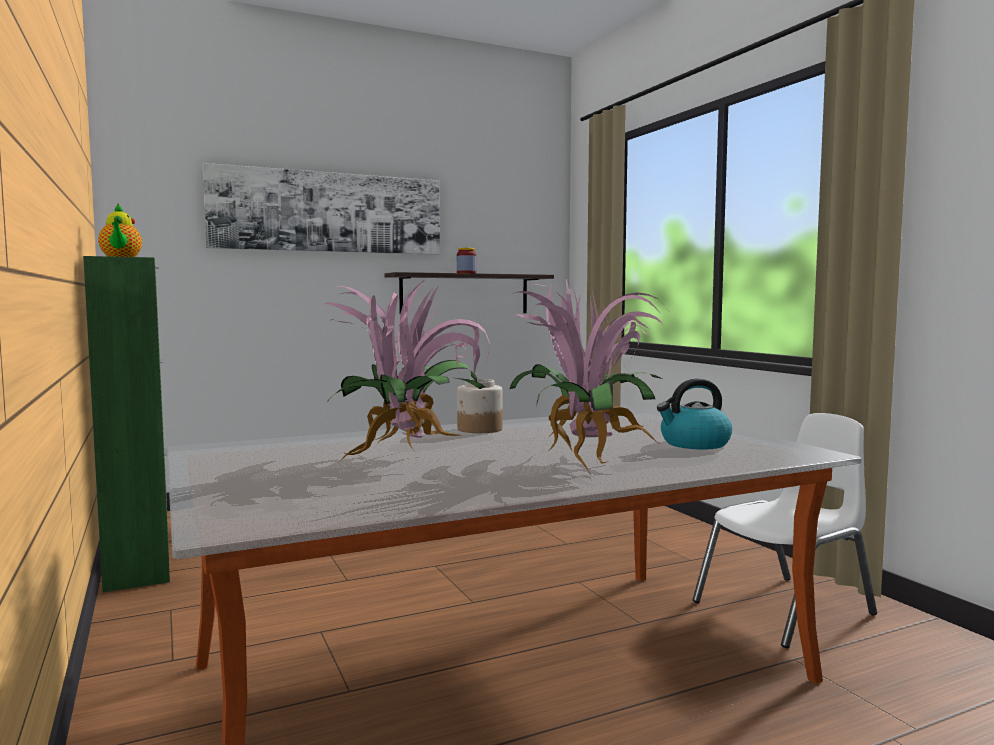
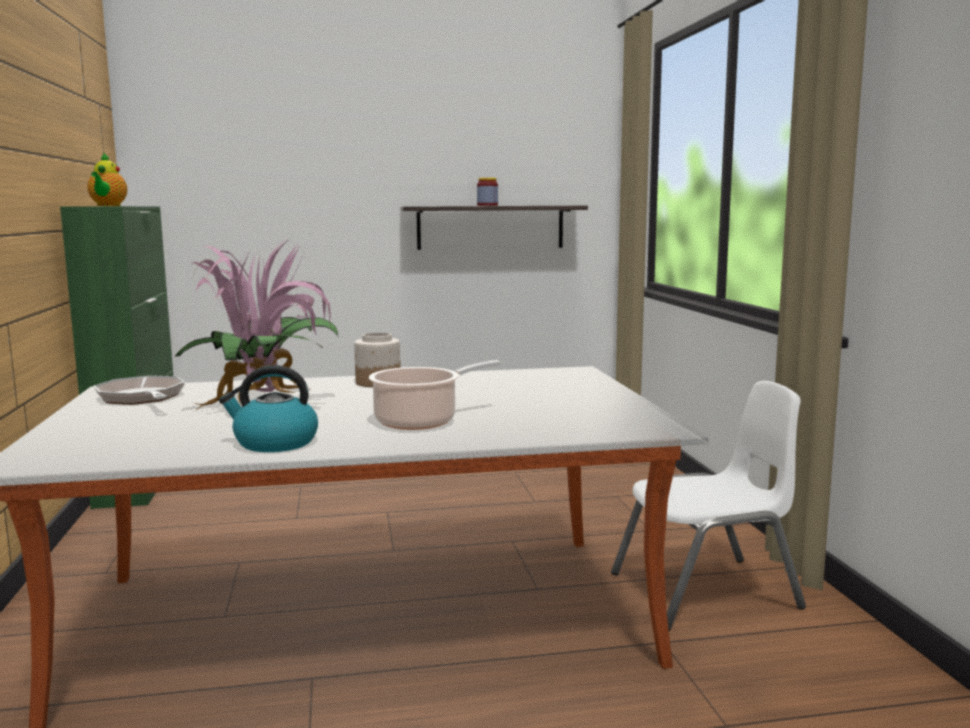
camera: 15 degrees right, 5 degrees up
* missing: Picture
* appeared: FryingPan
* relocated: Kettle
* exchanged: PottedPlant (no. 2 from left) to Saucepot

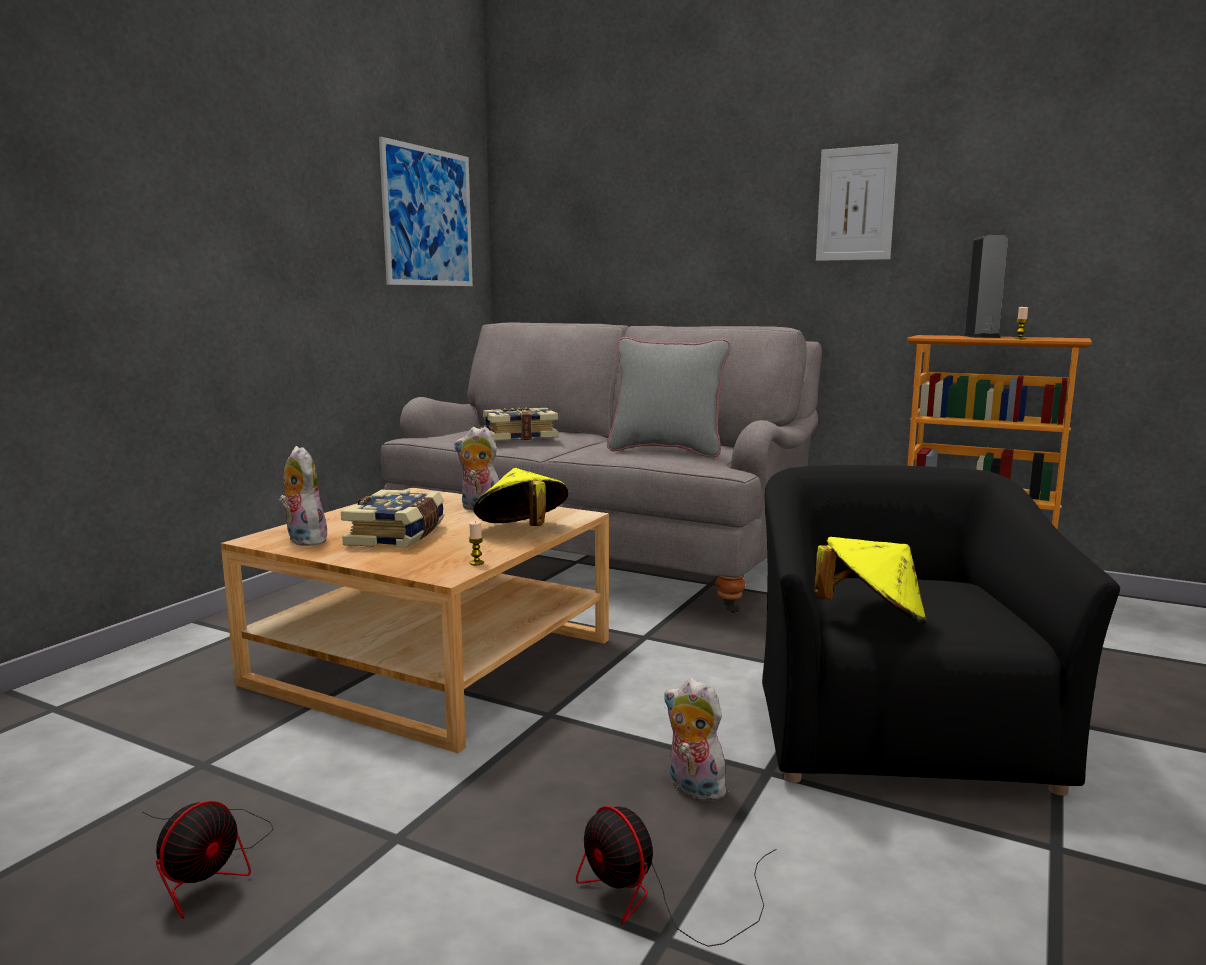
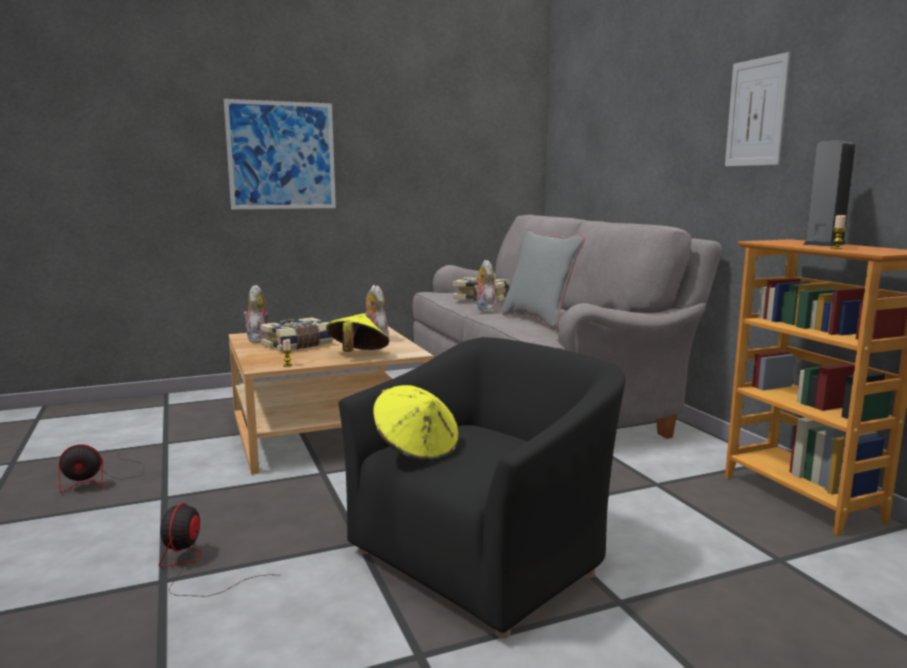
camera: 40 degrees right, 0 degrees up
* relocated: Picture (no. 1 from left)
* relocated: CuddlyToy (no. 3 from left)

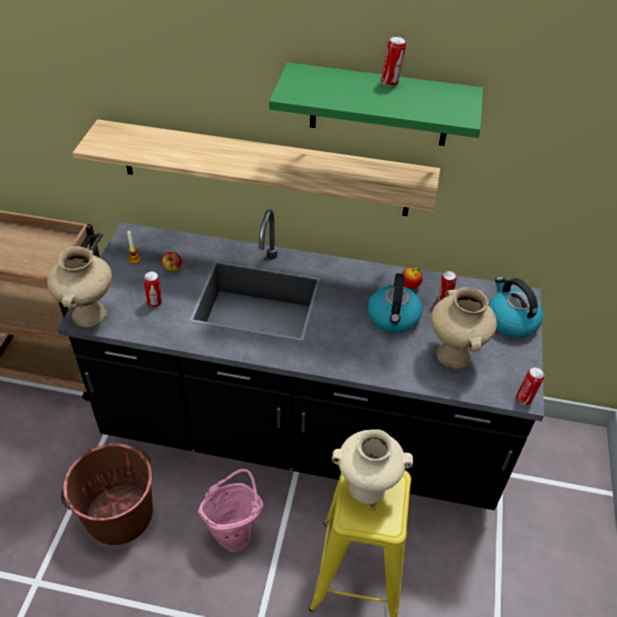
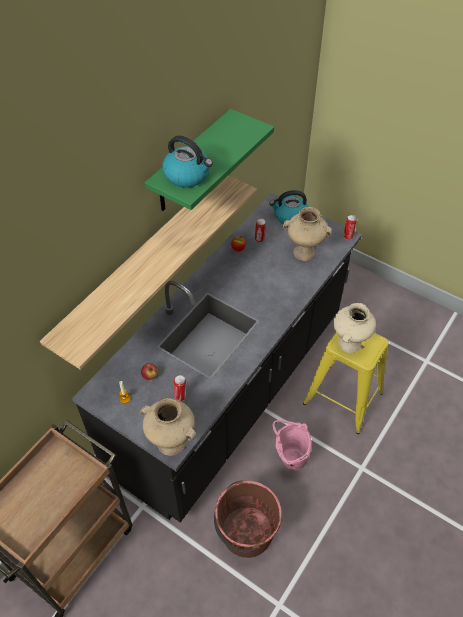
camera: 65 degrees left, 5 degrees up
* missing: MetalCan (no. 2 from left)
* relocated: Kettle (no. 1 from left)

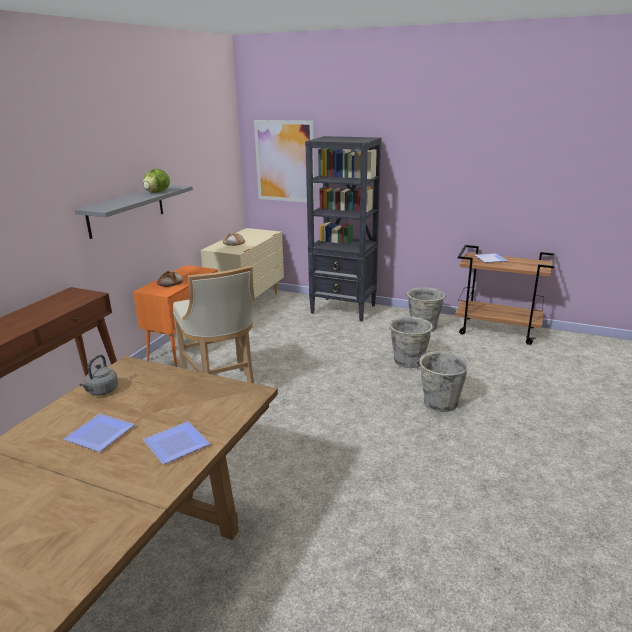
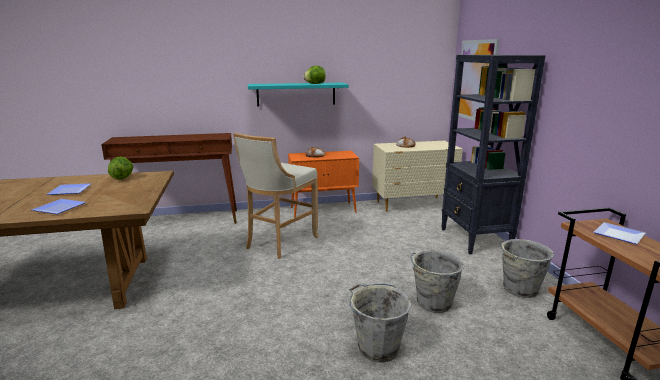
camera: 55 degrees right, 5 degrees down
* exchanged: GreyishKettle to Lettuce (no. 1 from left)
* colour: GreyishWallShelf to BlueGreenWallShelf

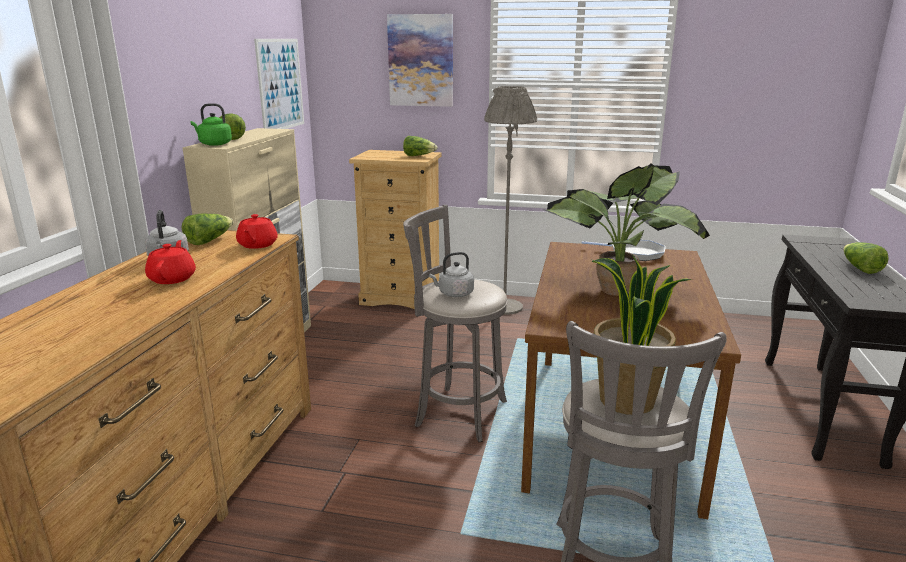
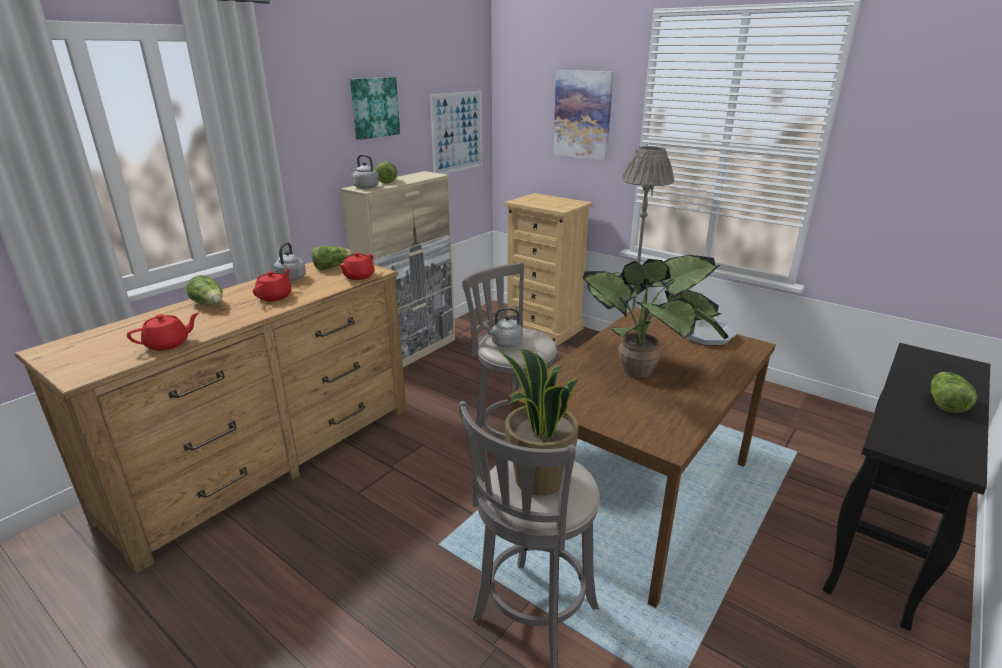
camera: 25 degrees right, 5 degrees up
* appeared: RedTeaPot (no. 1 from left)
* appeared: Picture (no. 1 from left)
* relocated: Lettuce (no. 3 from left in the first image) to Lettuce (no. 1 from left)
* colour: GreenKettle to GreyishKettle (no. 2 from left)

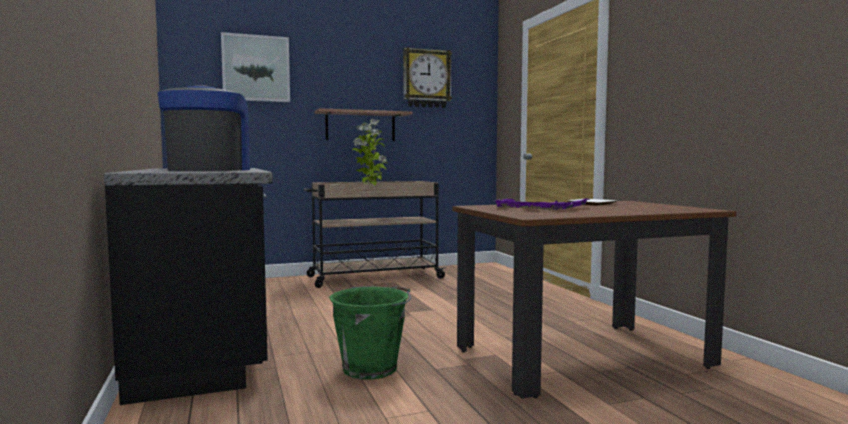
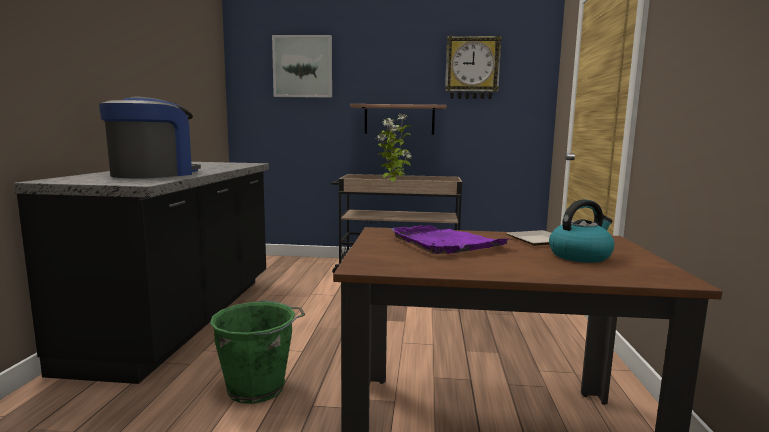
camera: 25 degrees right, 5 degrees up
* appeared: Kettle

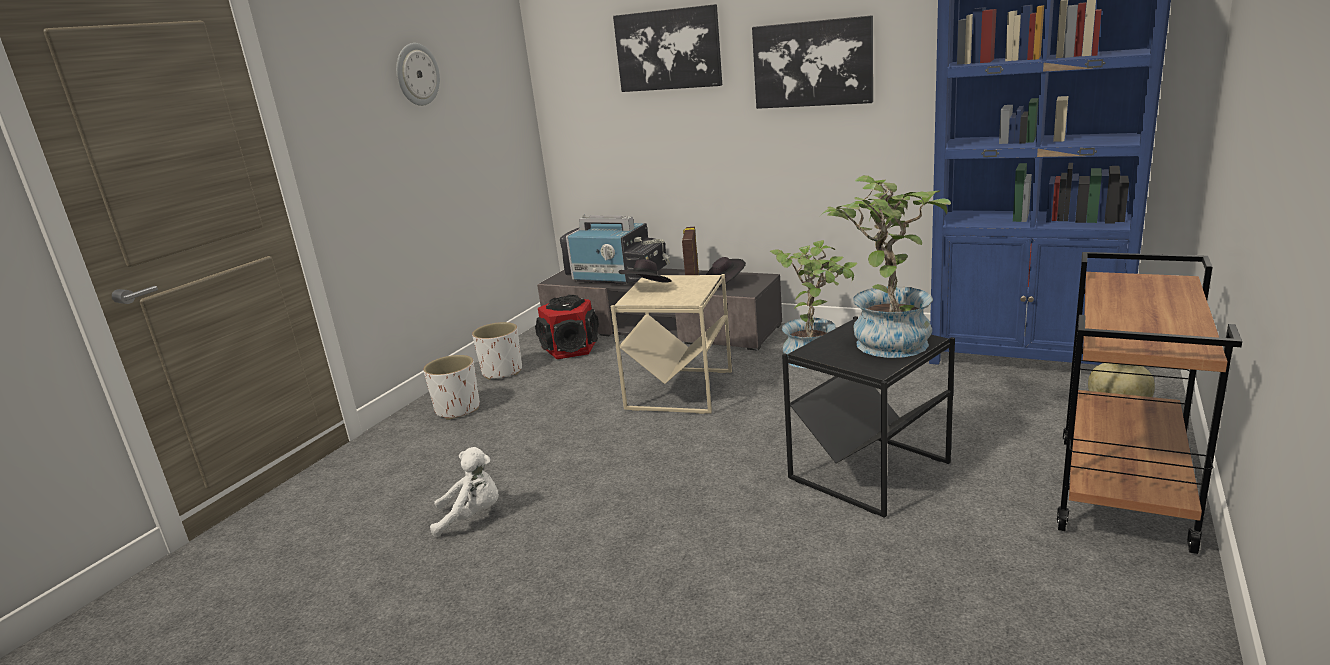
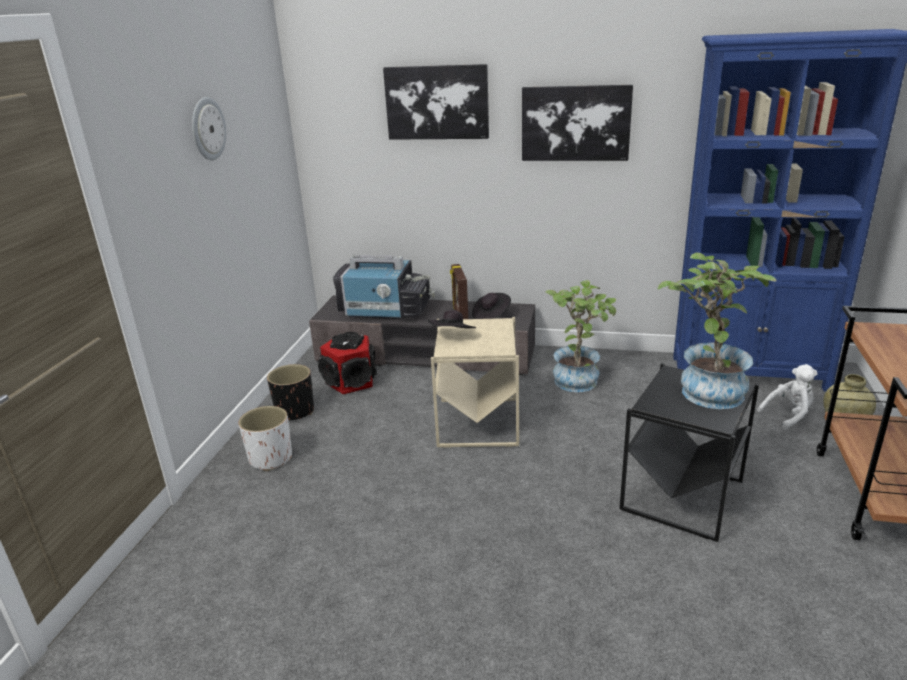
camera: 15 degrees left, 5 degrees up
* relocated: WhiteColouredCuddlyToy
* colour: WhiteColouredFlowerPot (no. 2 from left) to BlackFlowerPot

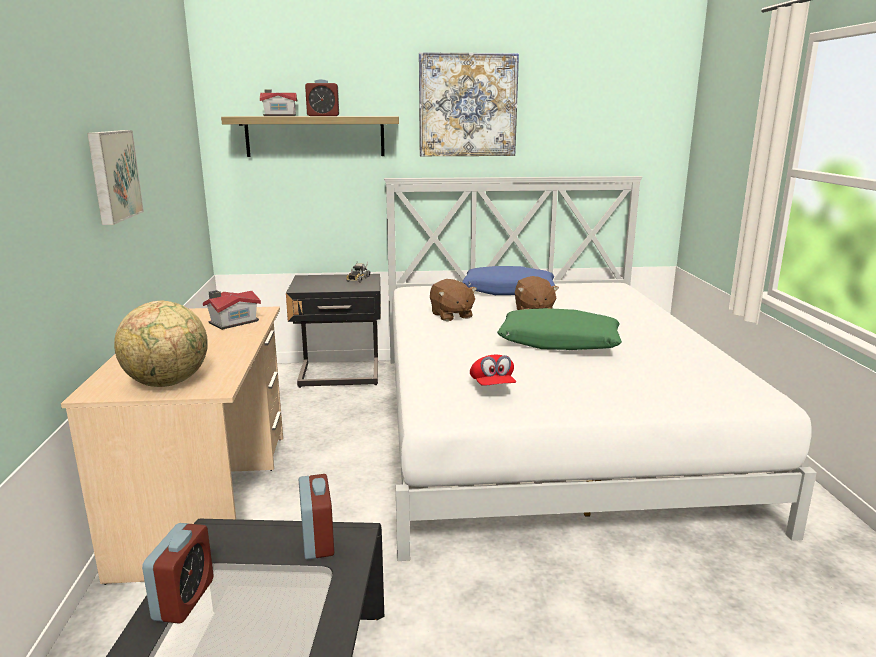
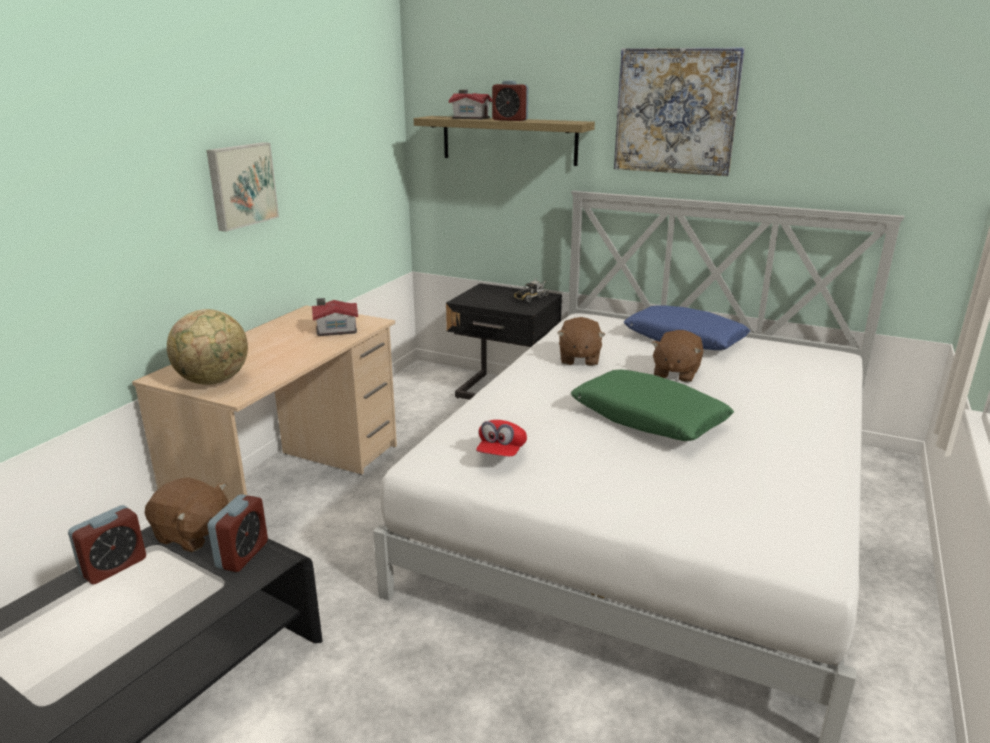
camera: 30 degrees right, 5 degrees up
* appeared: BrownCuddlyToy (no. 1 from left)

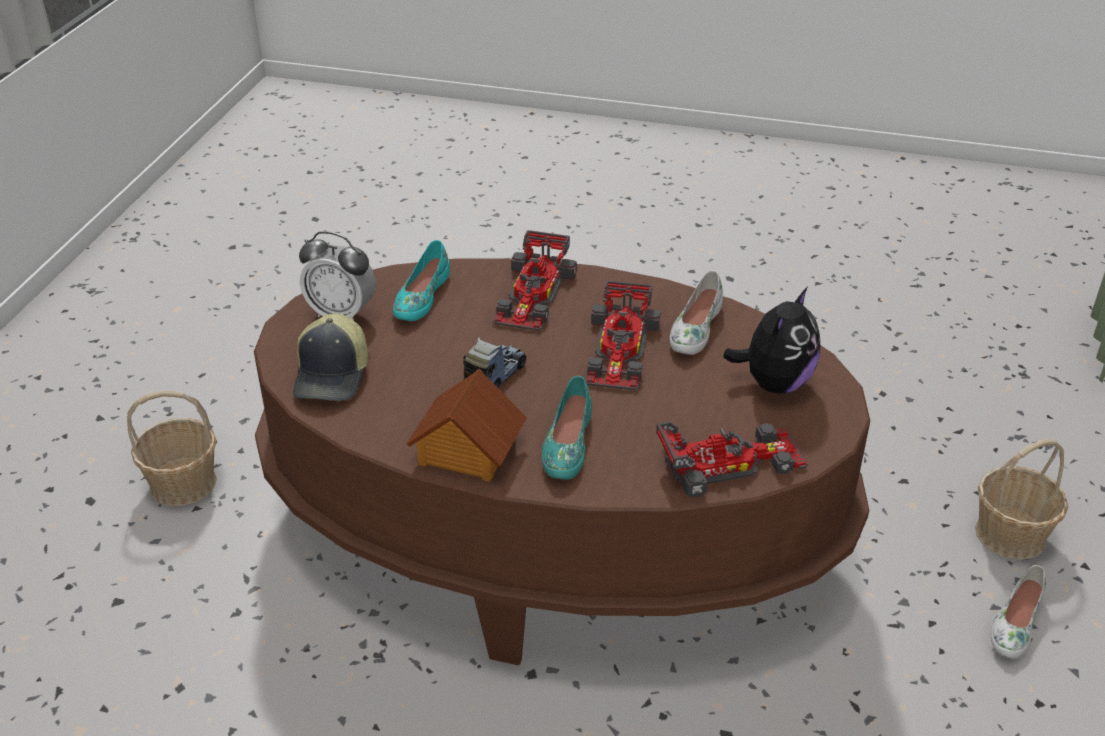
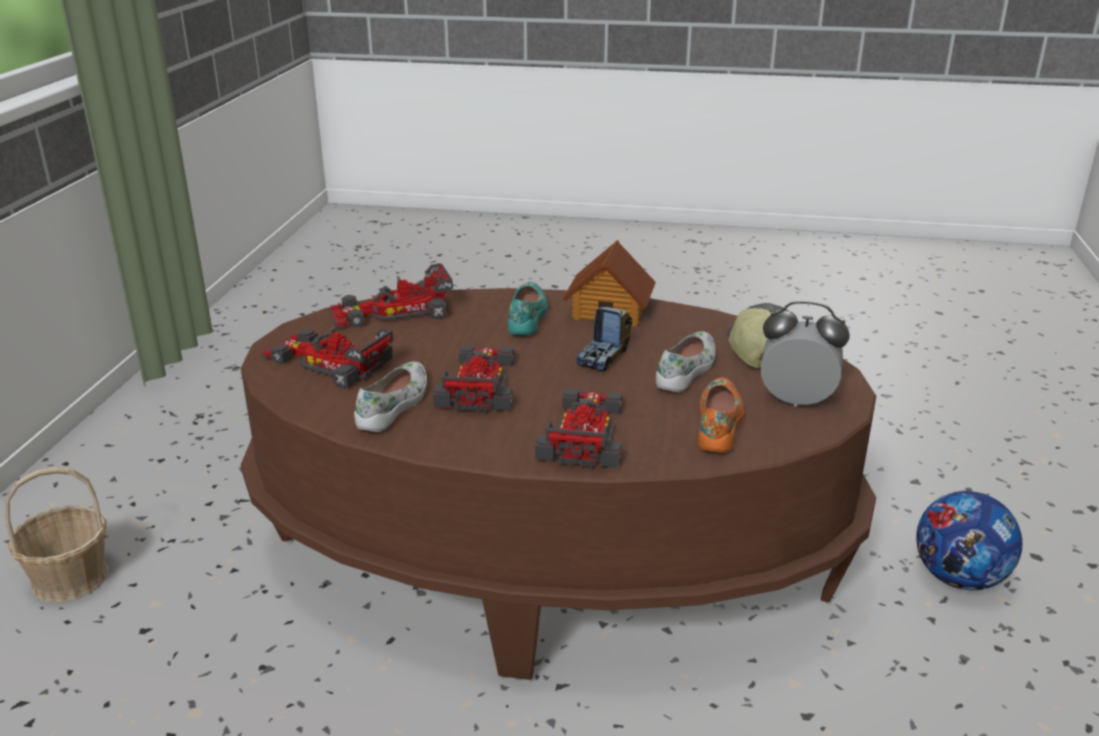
camera: 175 degrees right, 10 degrees down
* relocated: WhiteColouredLowShoe (no. 2 from left)
* exchanged: Basket (no. 1 from left) to FootballBall
* exchanged: CuddlyToy to ToyCar (no. 1 from left)
* colour: BlueGreenLowShoe (no. 1 from left) to OrangeyLowShoe

